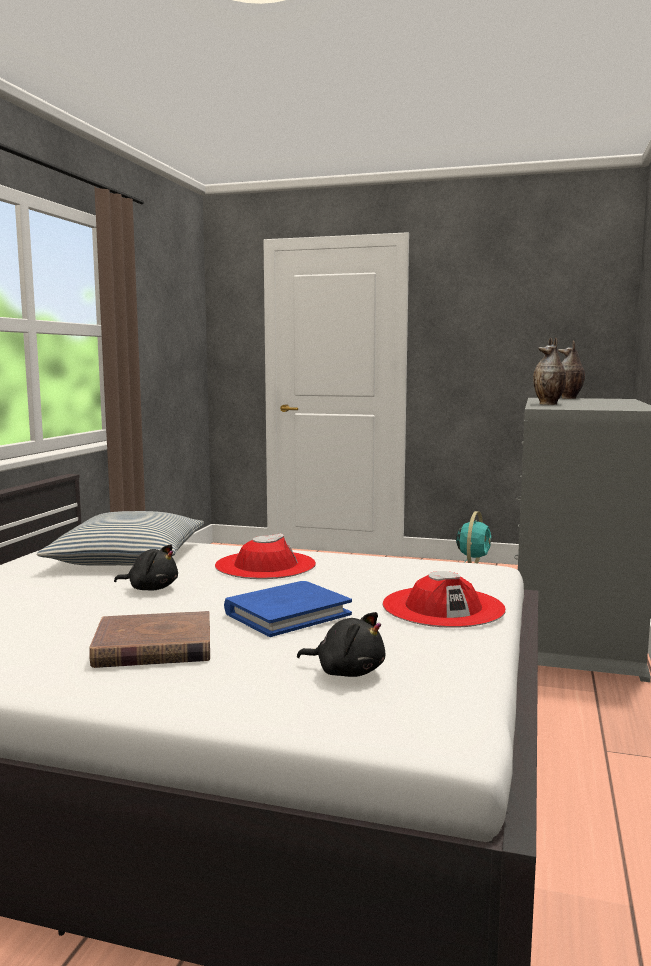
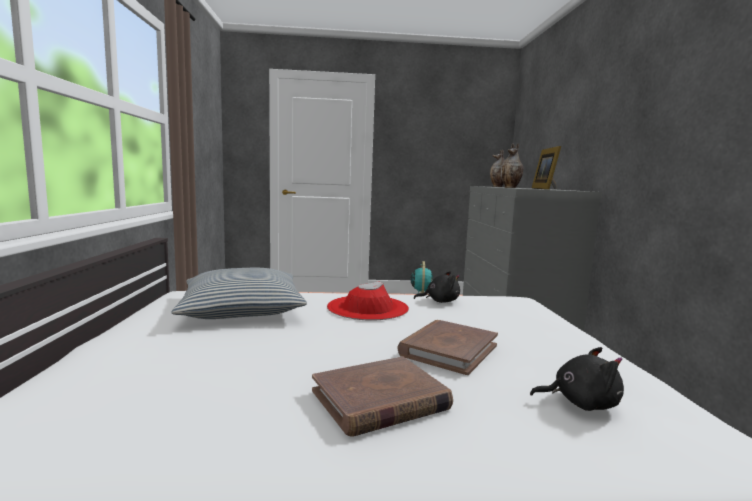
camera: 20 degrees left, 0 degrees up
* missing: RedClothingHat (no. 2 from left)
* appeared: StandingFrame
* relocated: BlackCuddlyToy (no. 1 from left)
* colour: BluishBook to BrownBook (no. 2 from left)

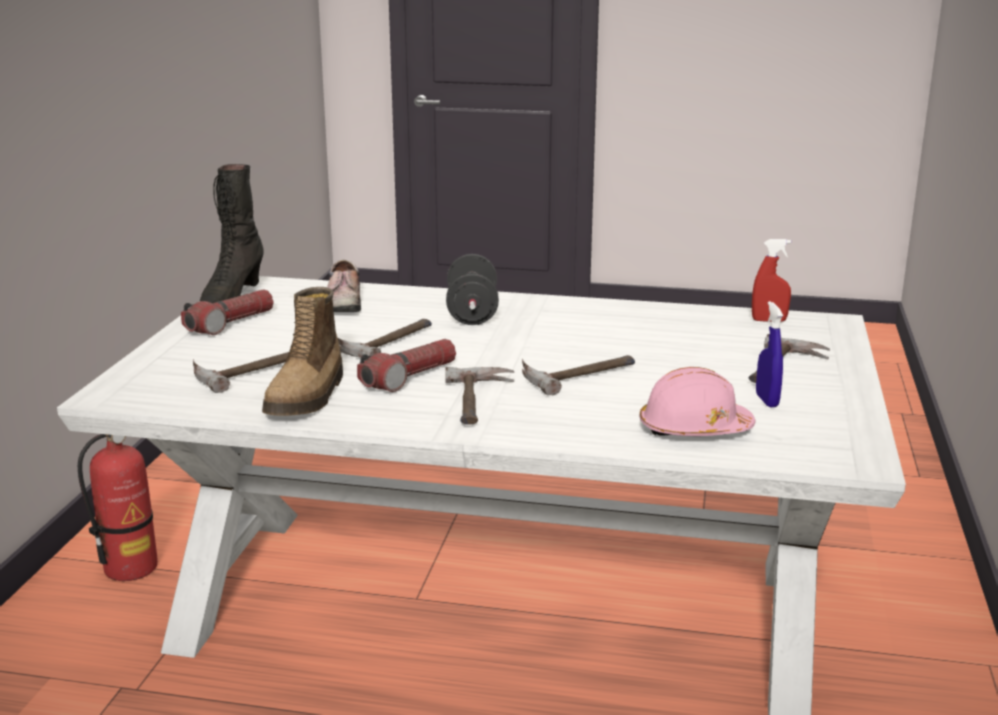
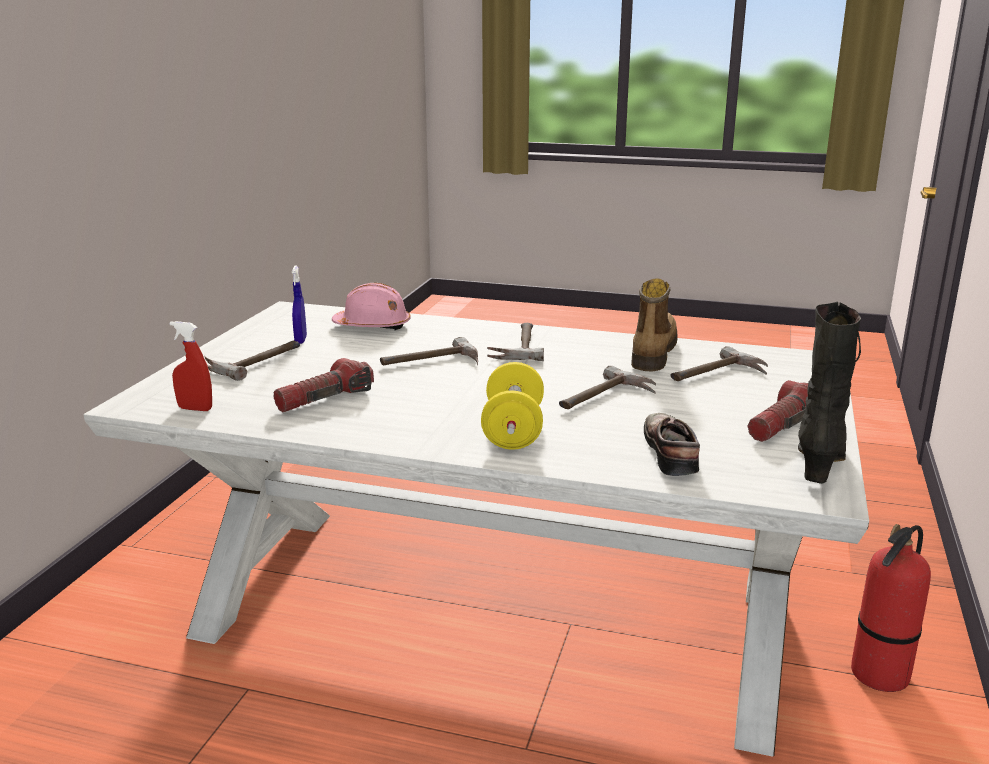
camera: 175 degrees left, 0 degrees up
* relocated: Flashlight (no. 2 from left in the first image) to Flashlight (no. 1 from left)
* colour: BlackHandWeight to YellowHandWeight

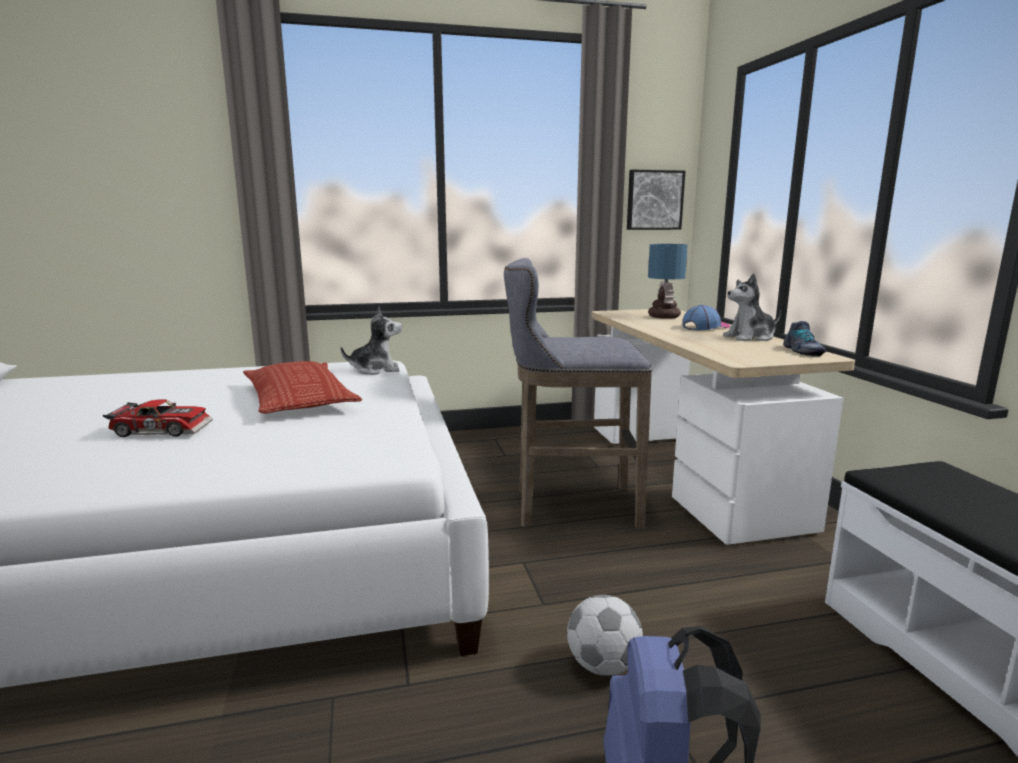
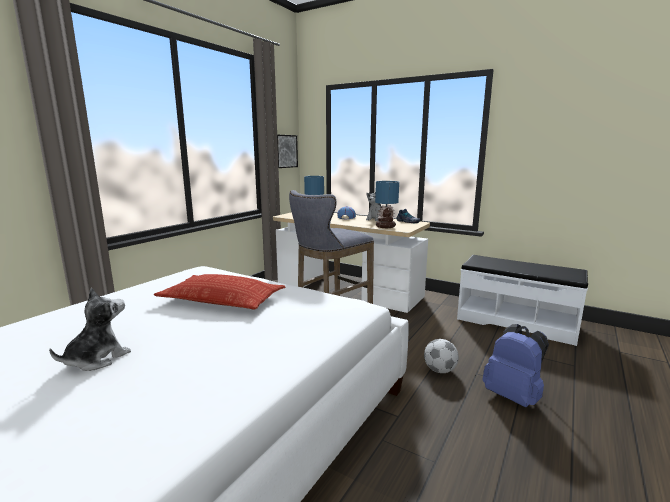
camera: 45 degrees left, 0 degrees up
* missing: ToyCar
* appeared: LampForATable (no. 2 from left)
* relocated: CuddlyToy (no. 1 from left)

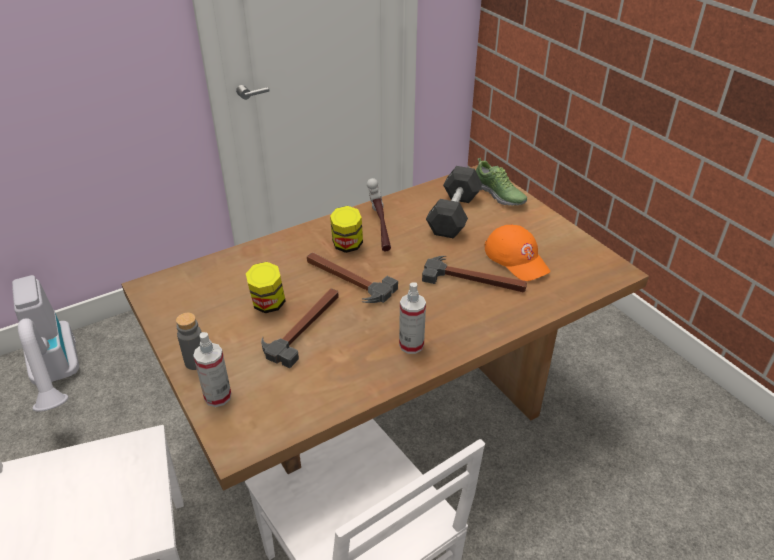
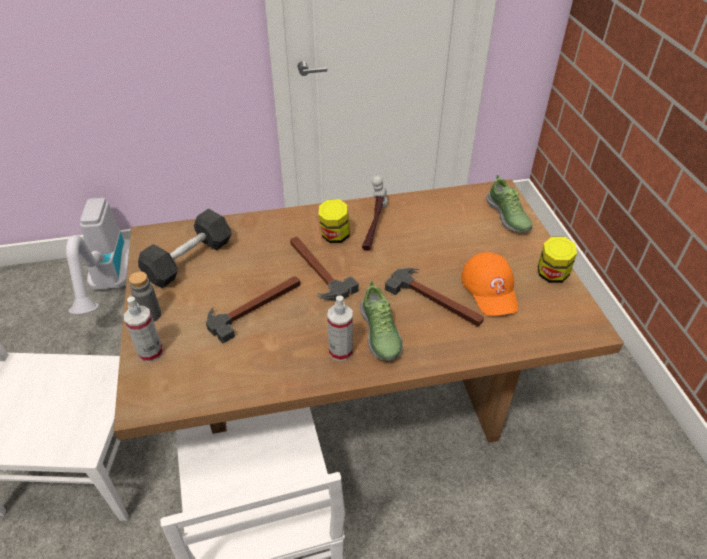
camera: 20 degrees right, 5 degrees up
* appeared: LowShoe (no. 1 from left)
* relocated: StorageJar (no. 1 from left in the first image) to StorageJar (no. 2 from left)
* relocated: BlackHandWeight

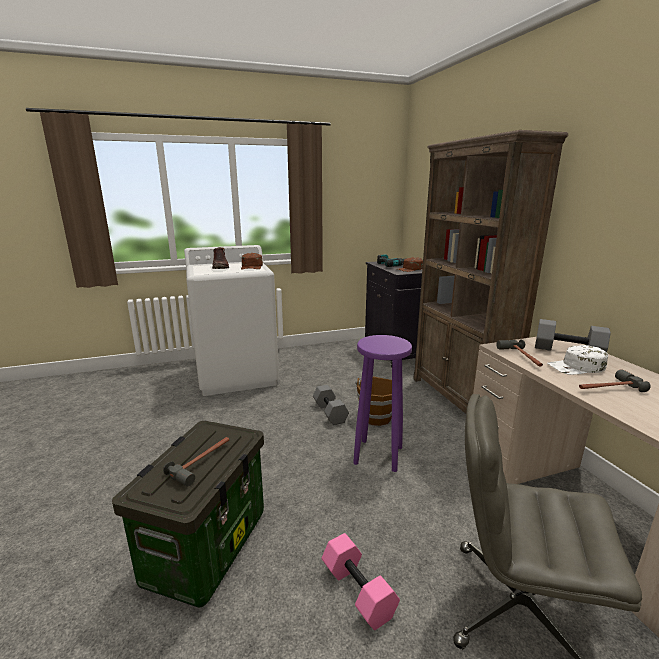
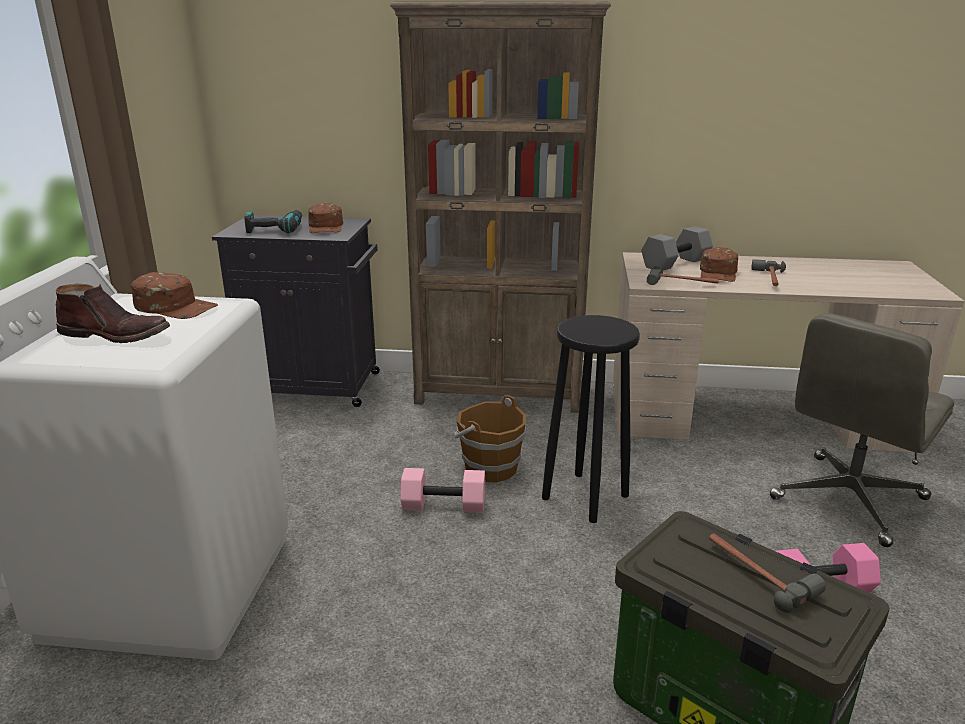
camera: 65 degrees left, 5 degrees up
* colour: GreyishHandWeight (no. 1 from left) to PinkHandWeight (no. 1 from left)
* colour: PurpleSittingStool to BlackSittingStool
* colour: WhiteColouredPeakedCap to BrownPeakedCap (no. 3 from left)

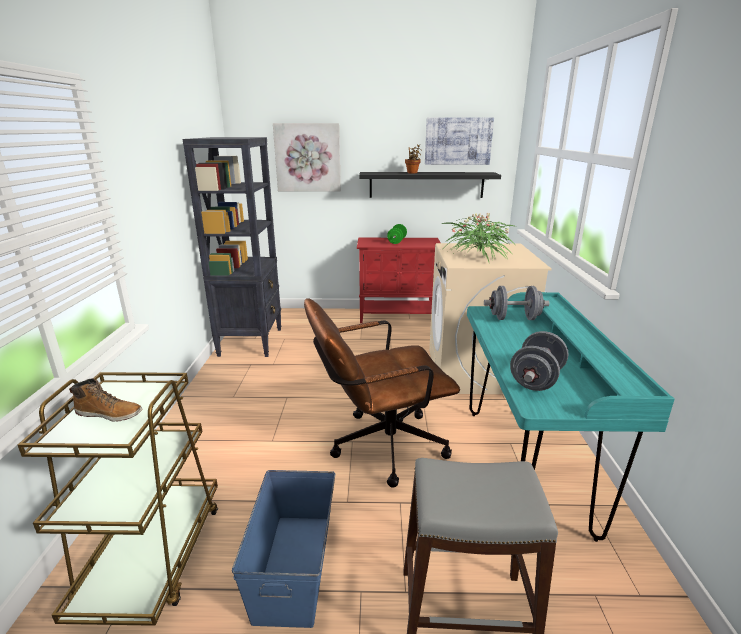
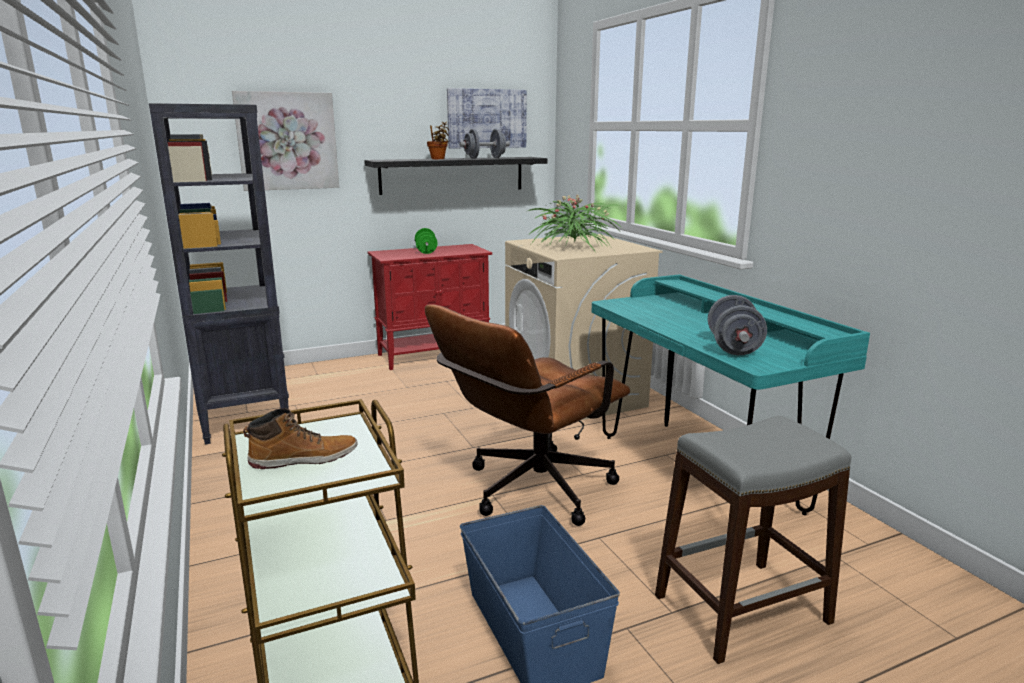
camera: 25 degrees left, 5 degrees down
* relocated: GreyishHandWeight (no. 1 from left)

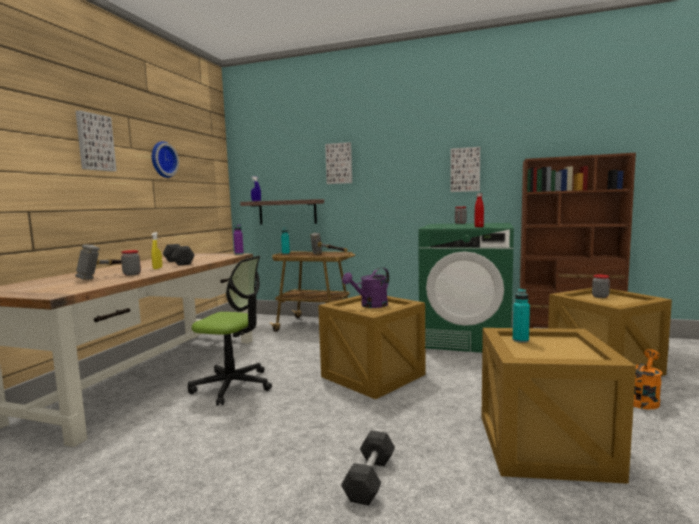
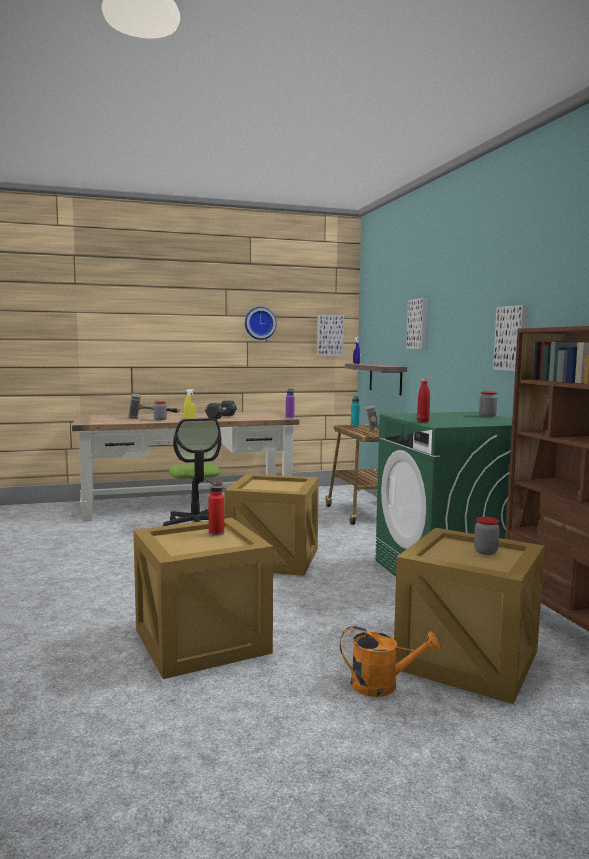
camera: 55 degrees right, 0 degrees up
* missing: BlackHandWeight (no. 2 from left)
* missing: PurpleWateringPot
* relocated: Picture (no. 1 from left)
* colour: BlueGreenBeverageBottle (no. 2 from left) to RedBeverageBottle (no. 1 from left)

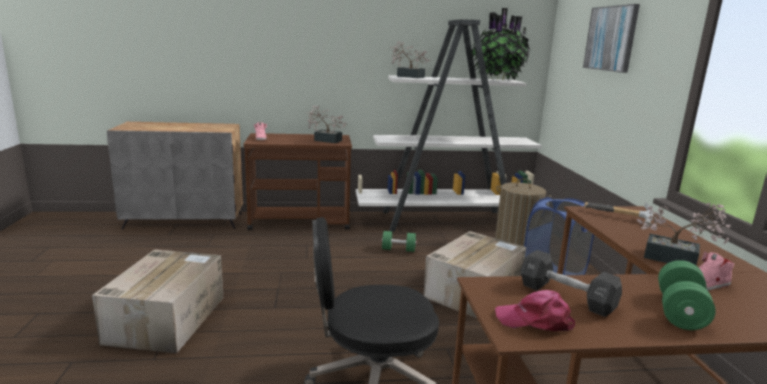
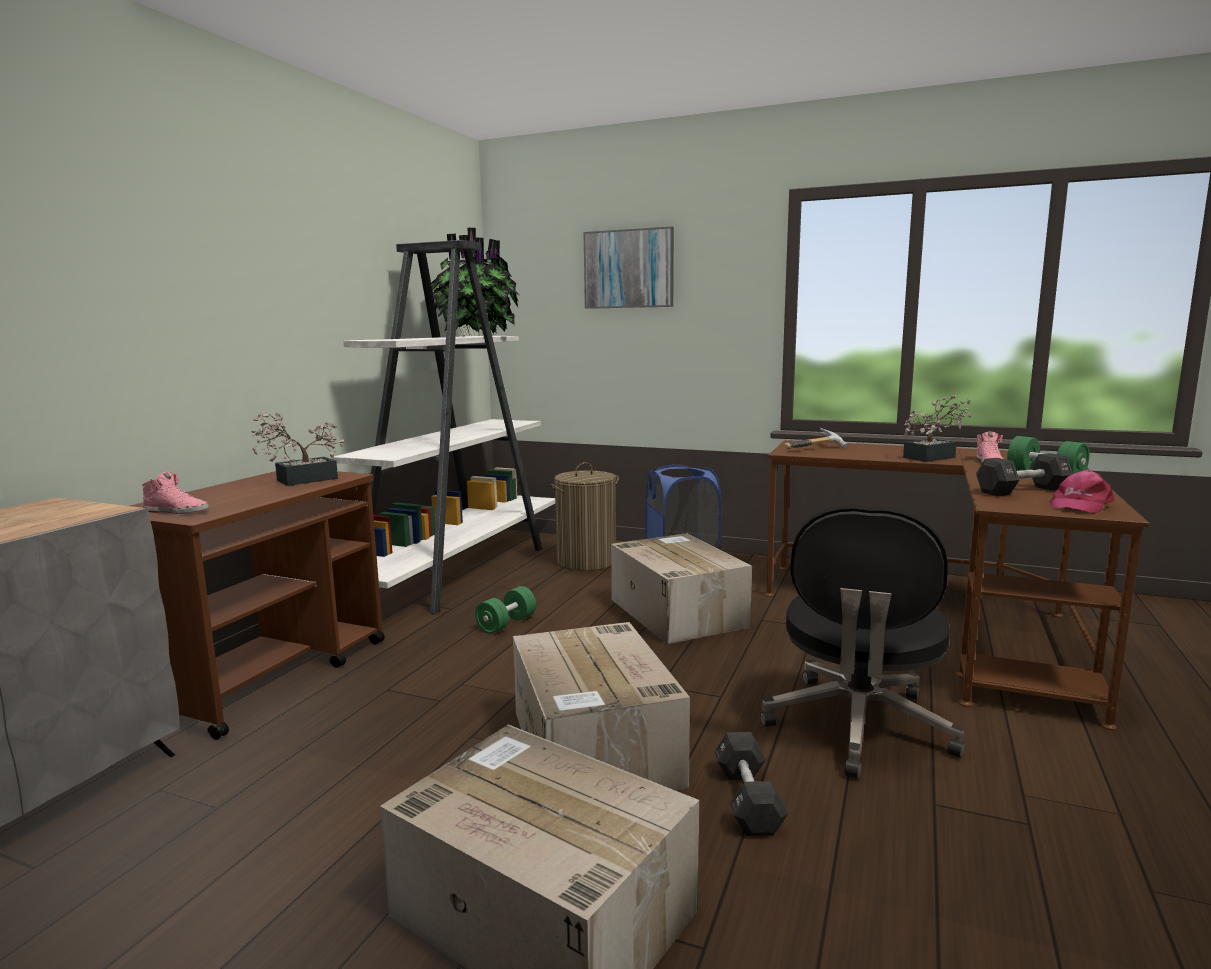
camera: 60 degrees left, 5 degrees down
* missing: PottedPlant (no. 2 from left)
* appeared: CardboardBox (no. 2 from left)
* appeared: BlackHandWeight (no. 1 from left)

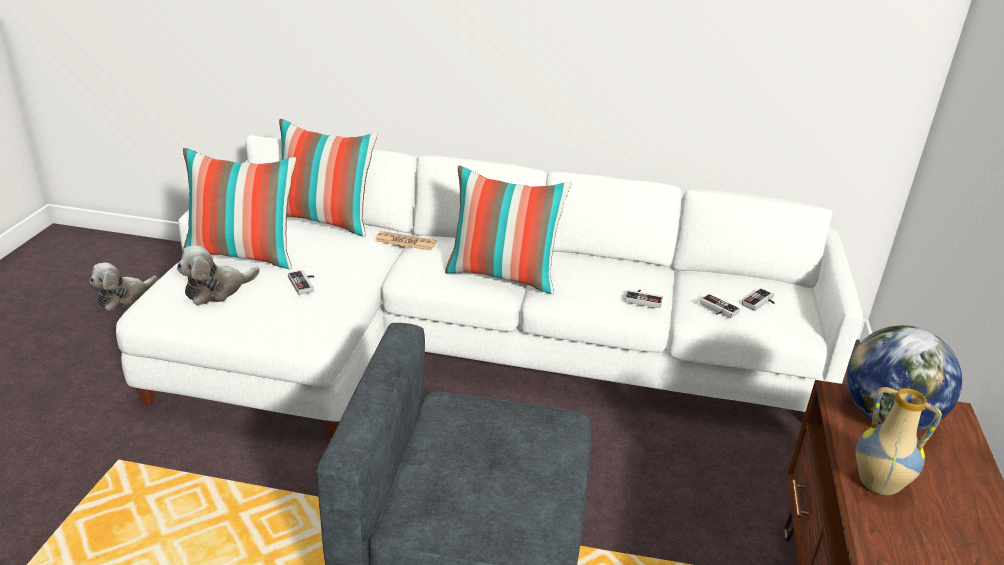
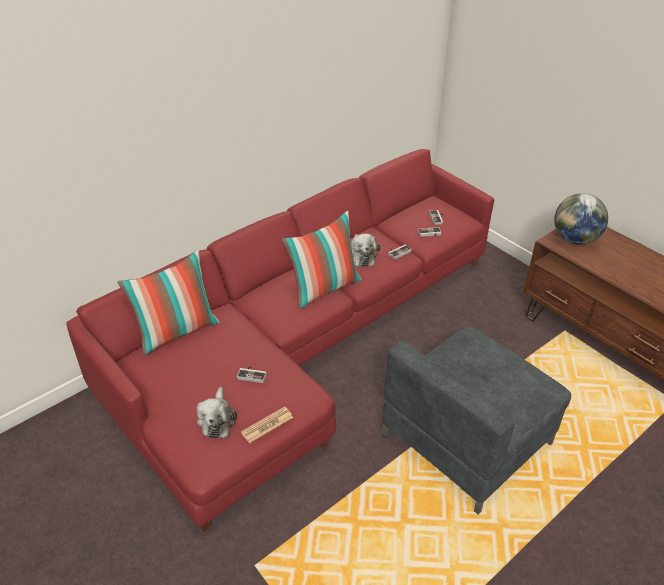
camera: 50 degrees left, 10 degrees up
* missing: ThrowPillow (no. 1 from left)
* missing: FlowerVase
* relocated: CuddlyToy (no. 1 from left in the first image) to CuddlyToy (no. 2 from left)
* relocated: Newspaper
* colour: WhiteColouredSofa to RedSofa

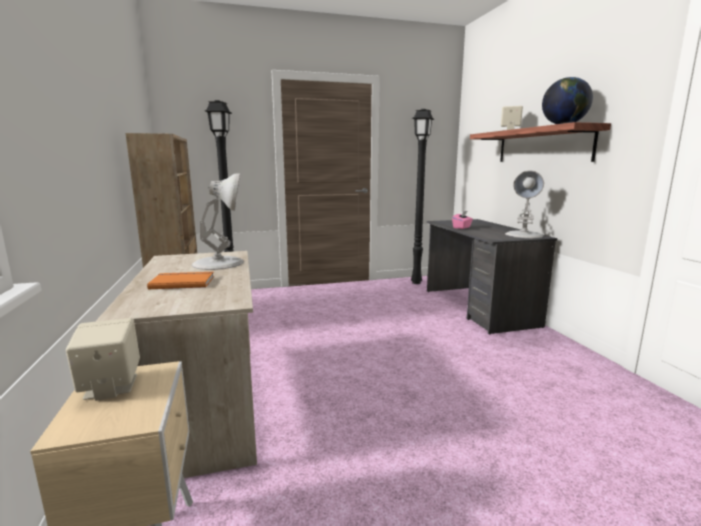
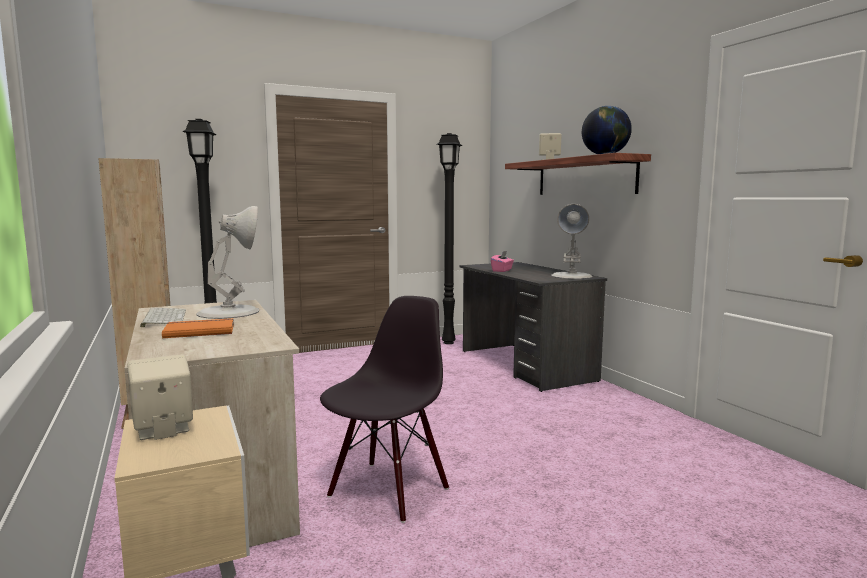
camera: 10 degrees left, 5 degrees down
* appeared: PcKeyboard
* appeared: BlackUprightChair

